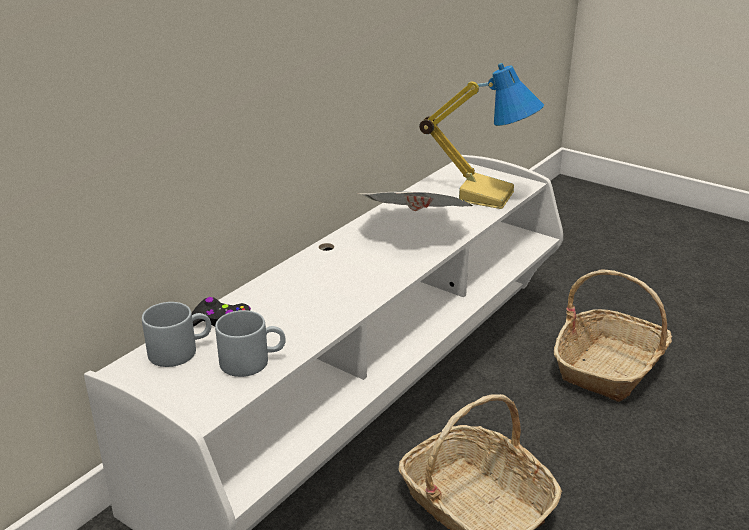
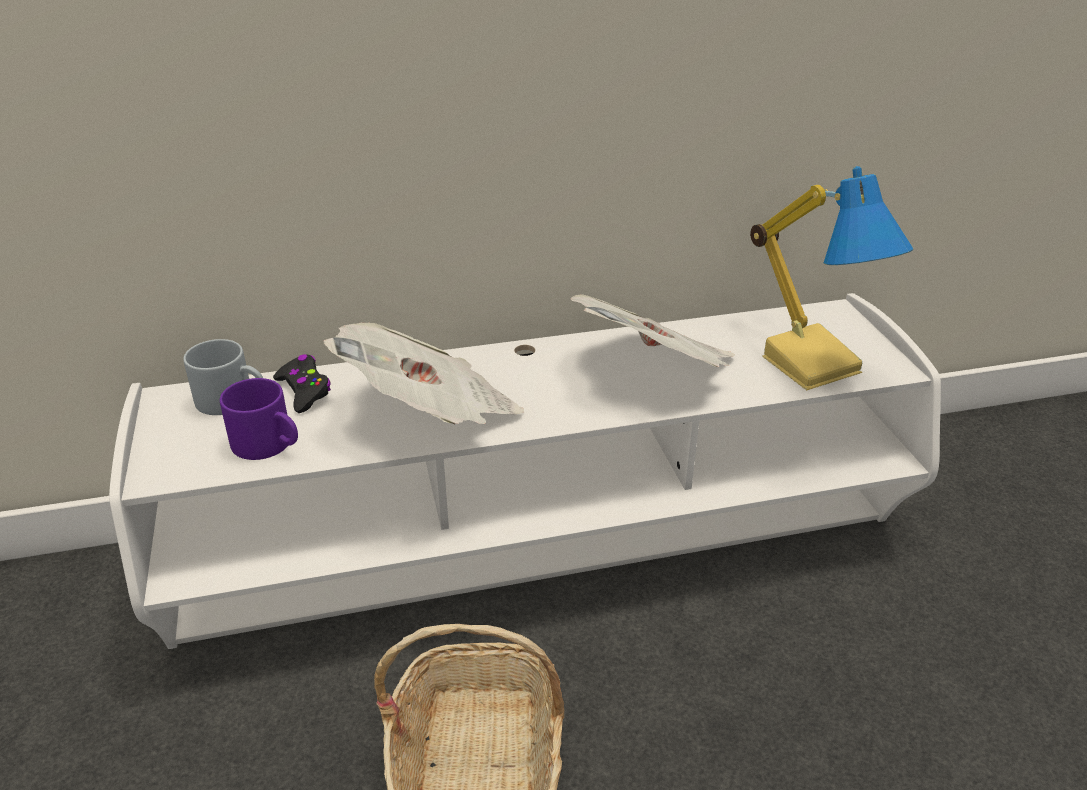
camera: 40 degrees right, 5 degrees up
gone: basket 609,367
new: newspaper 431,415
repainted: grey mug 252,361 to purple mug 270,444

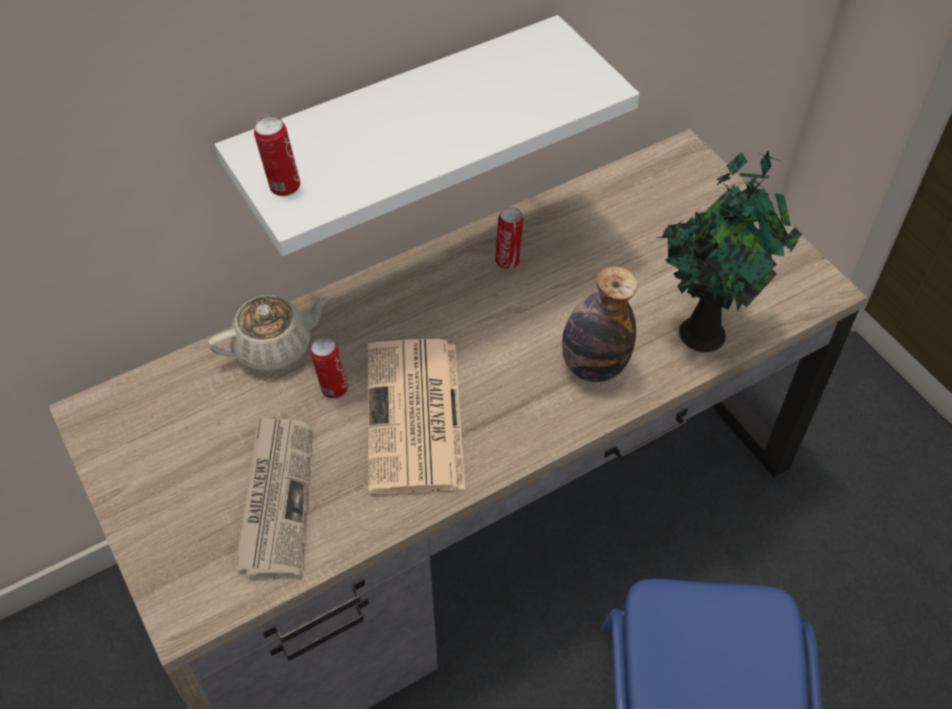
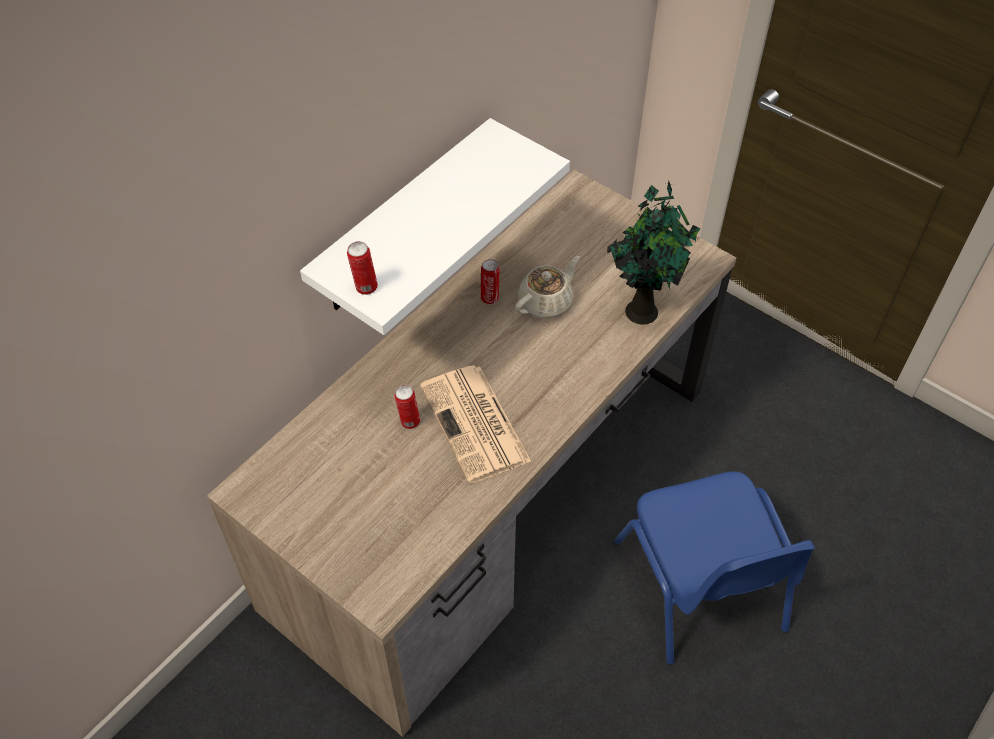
camera: 20 degrees left, 0 degrees up
gone: newspaper 275,498; bottle 593,366
shifted: beige teapot 275,348 to 546,302

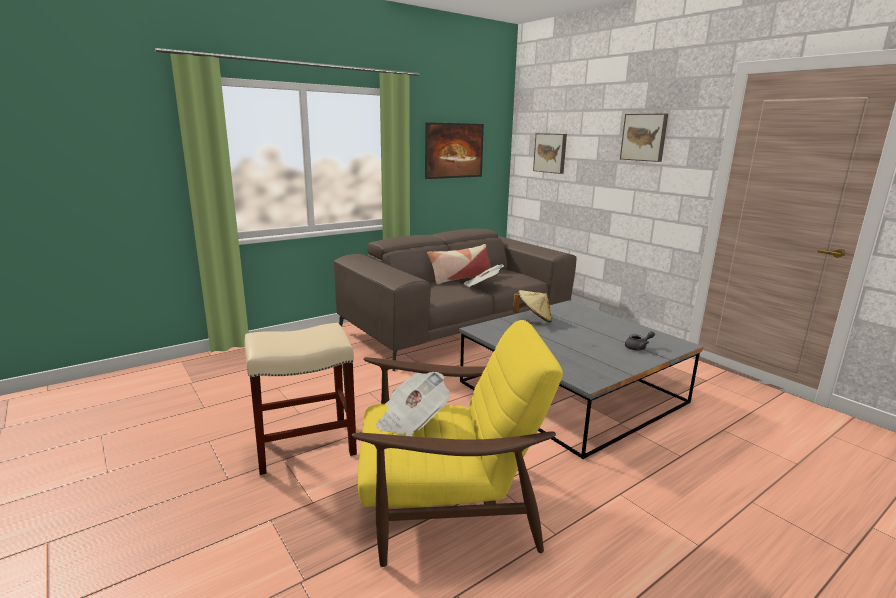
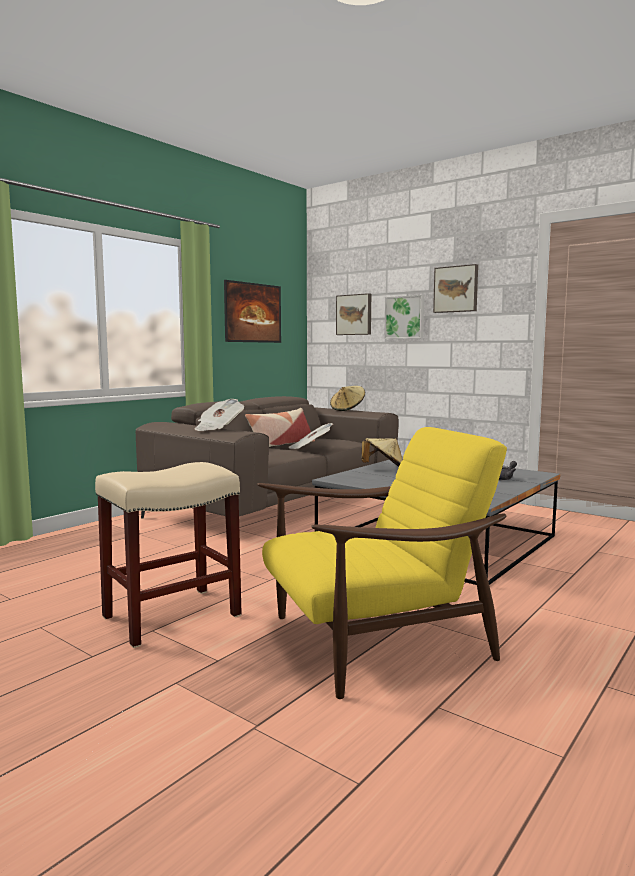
camera: 15 degrees left, 10 degrees down
new: beige hat 347,409; picture 405,317
shifted: newspaper 412,420 to 218,428

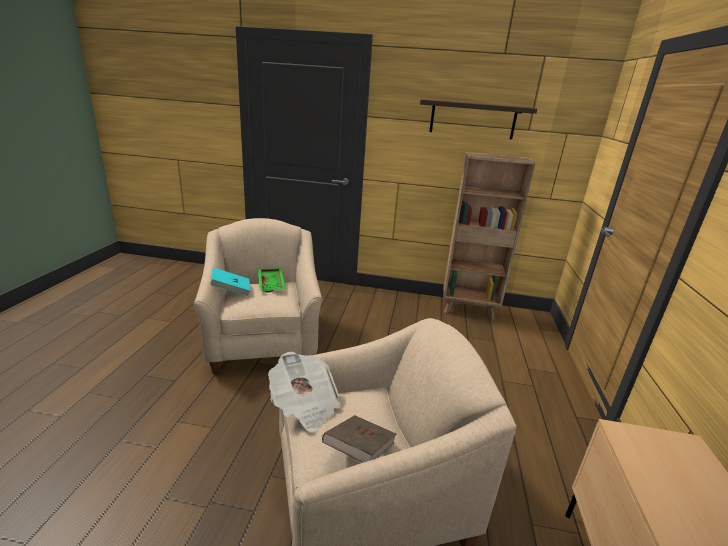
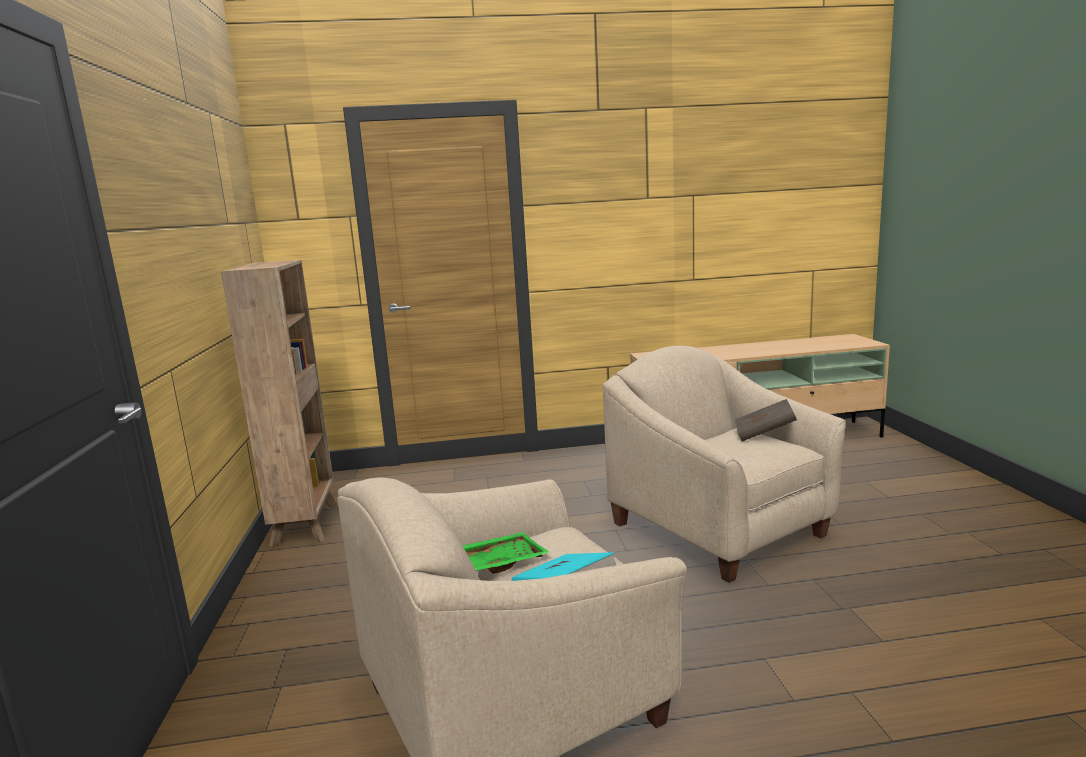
camera: 105 degrees left, 10 degrees down
gone: newspaper 304,405; shelf 472,119

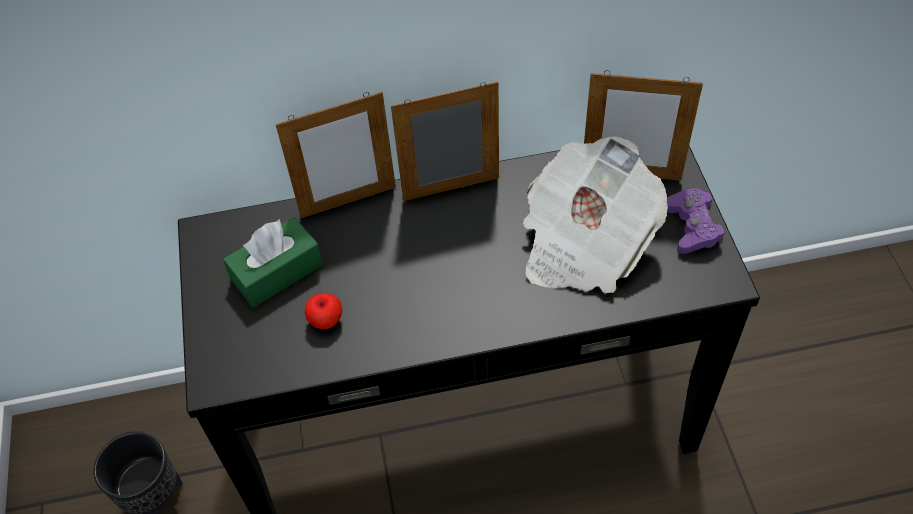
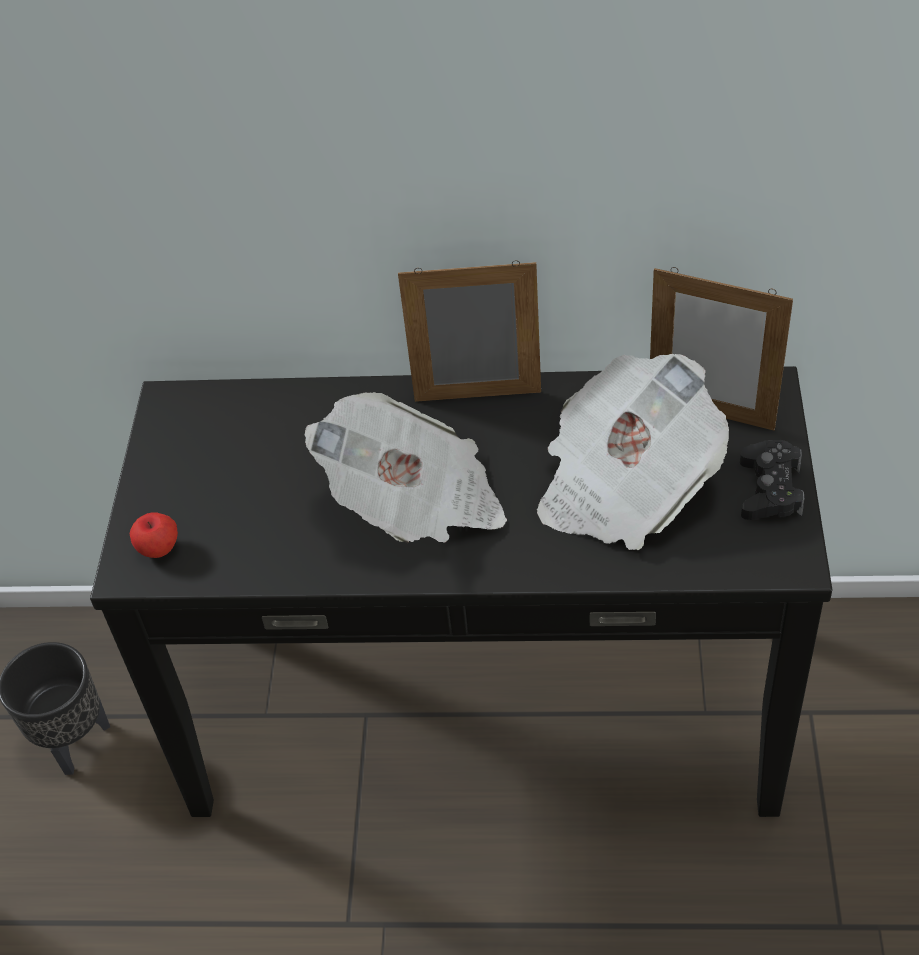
camera: 15 degrees right, 5 degrees down
gone: green tissue box 277,272; picture frame 348,202
new: newspaper 415,503
shifted: apple 326,320 to 159,548
repainted: purple game controller 692,227 to black game controller 770,489

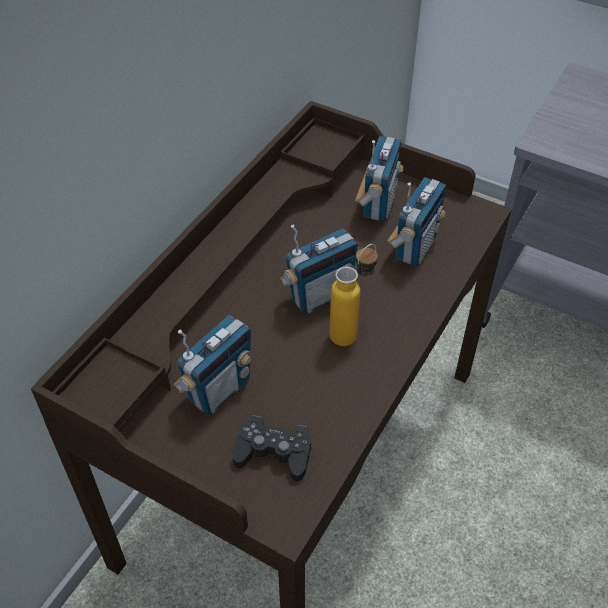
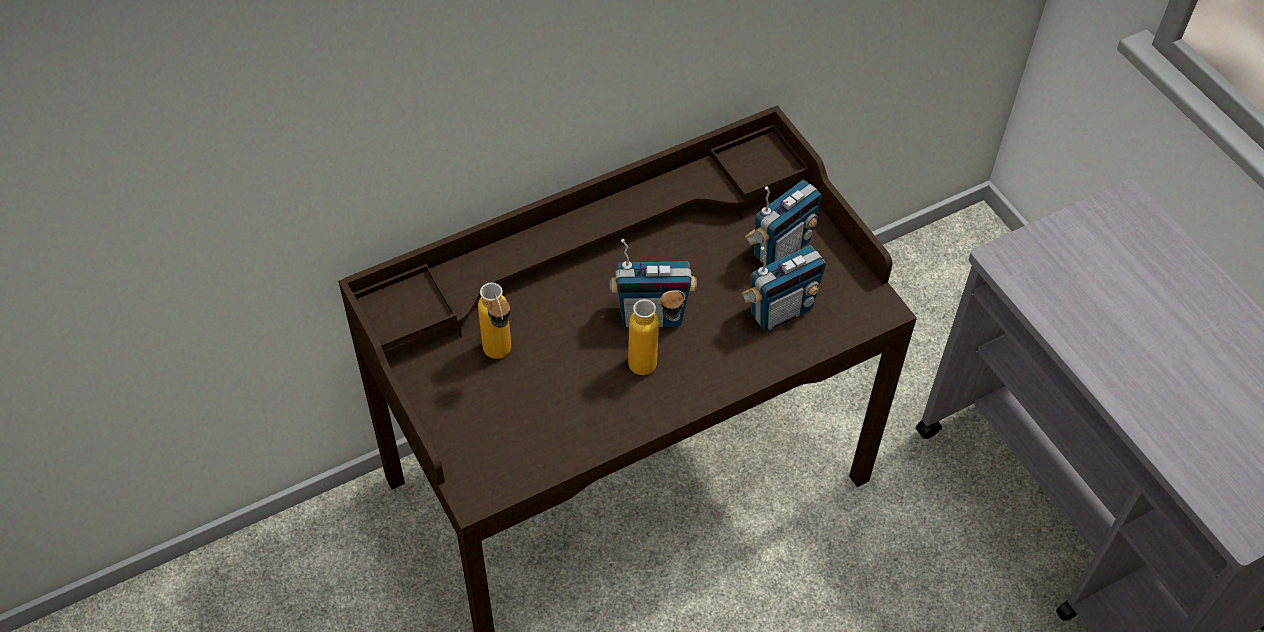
camera: 30 degrees right, 5 degrees up
gone: black game controller 273,453
swapped: radio 219,390 to bottle 500,358

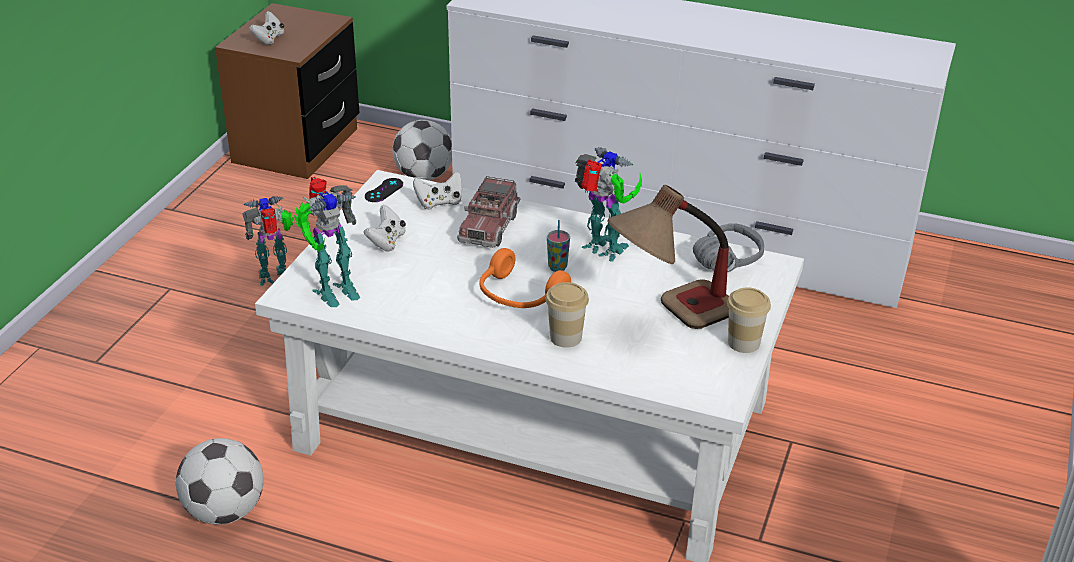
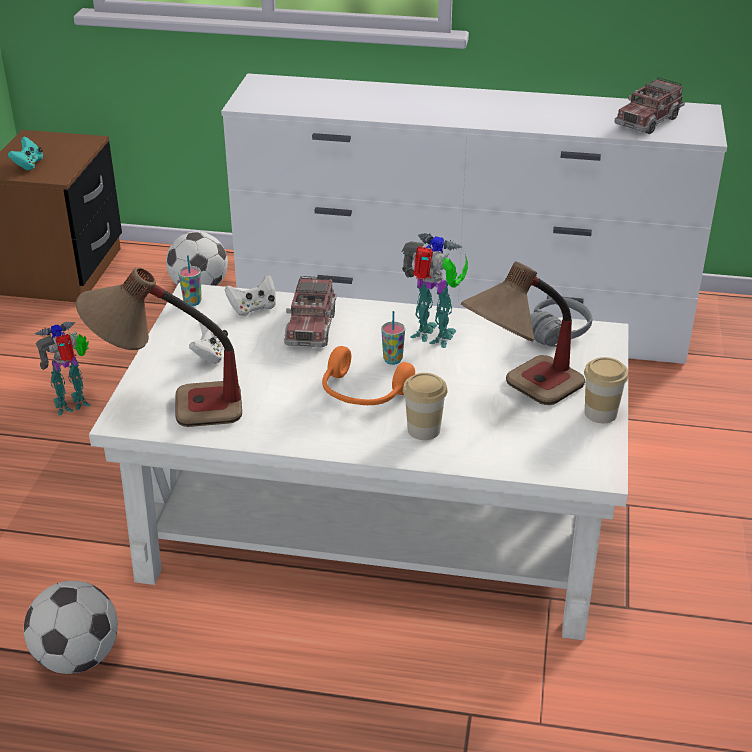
camera: 10 degrees left, 0 degrees up
new: toy truck 648,120
swapped: toy robot 333,290 to table lamp 169,410; black game controller 384,190 to cup 192,302
repainted: white game controller 269,39 to turquoise game controller 28,165

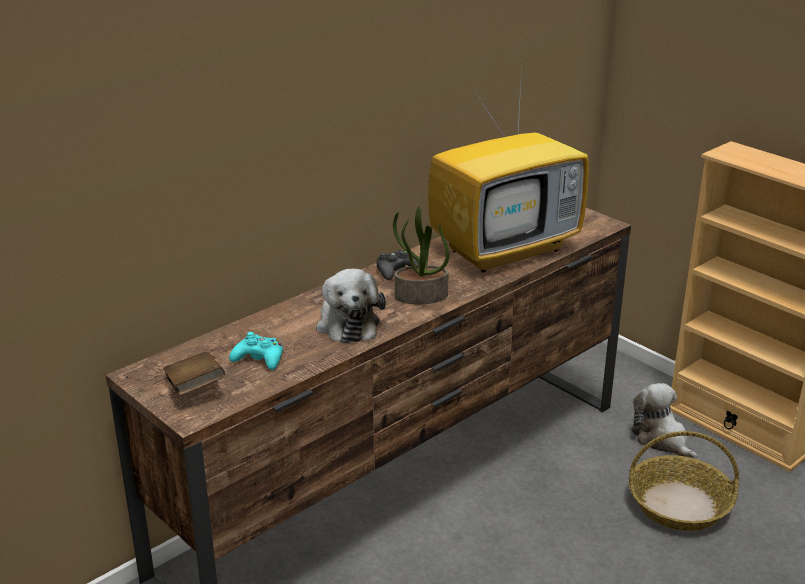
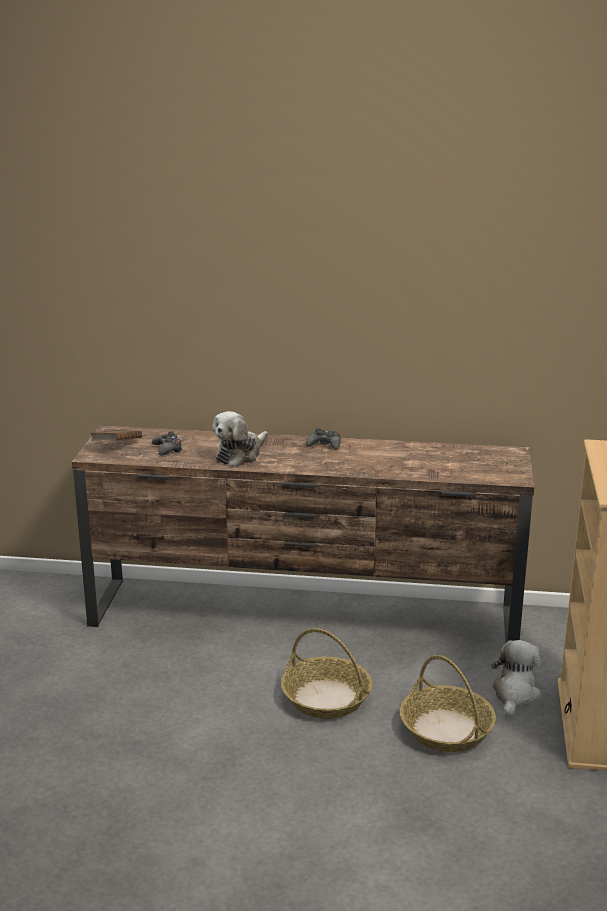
camera: 50 degrees right, 5 degrees down
gone: potted plant 420,296; television 506,249
new: basket 327,698
repainted: turquoise game controller 259,359 to black game controller 167,449

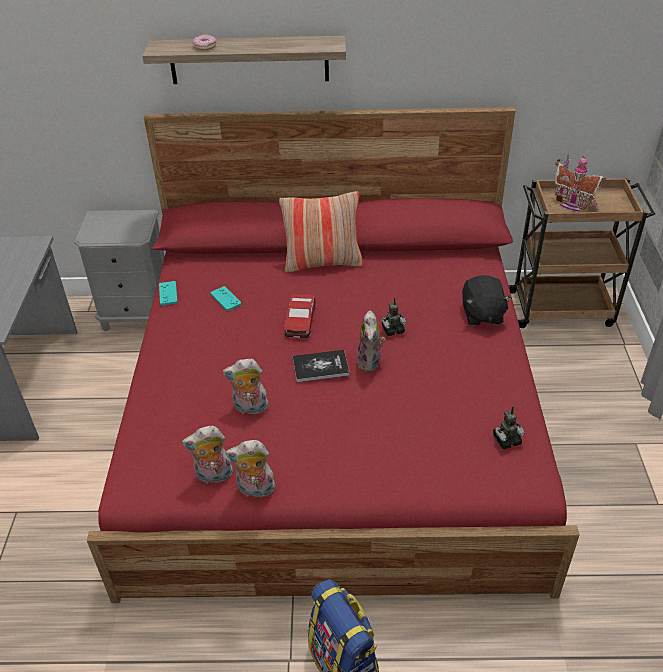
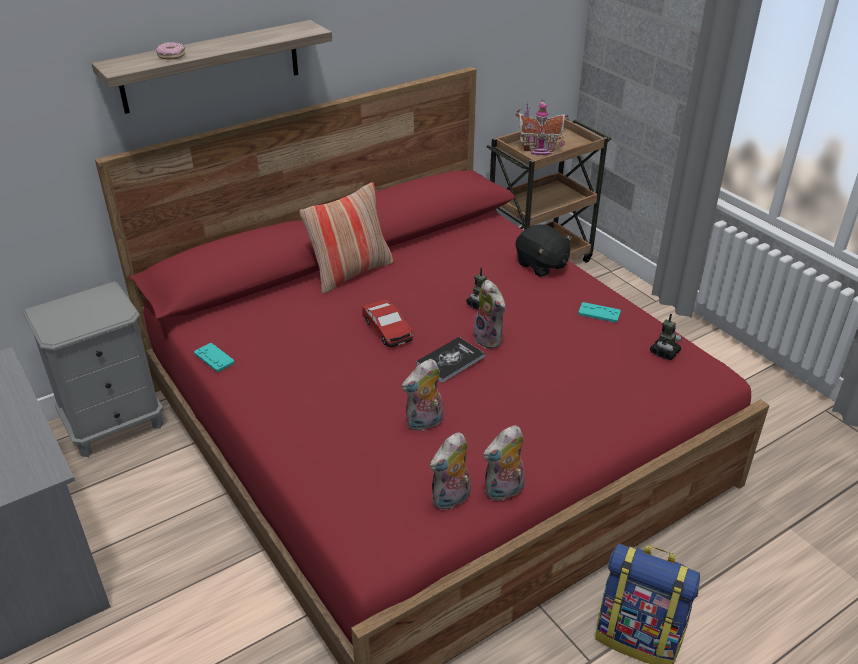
camera: 35 degrees left, 5 degrees down
shifted: turquoise game controller 226,299 to 599,313

